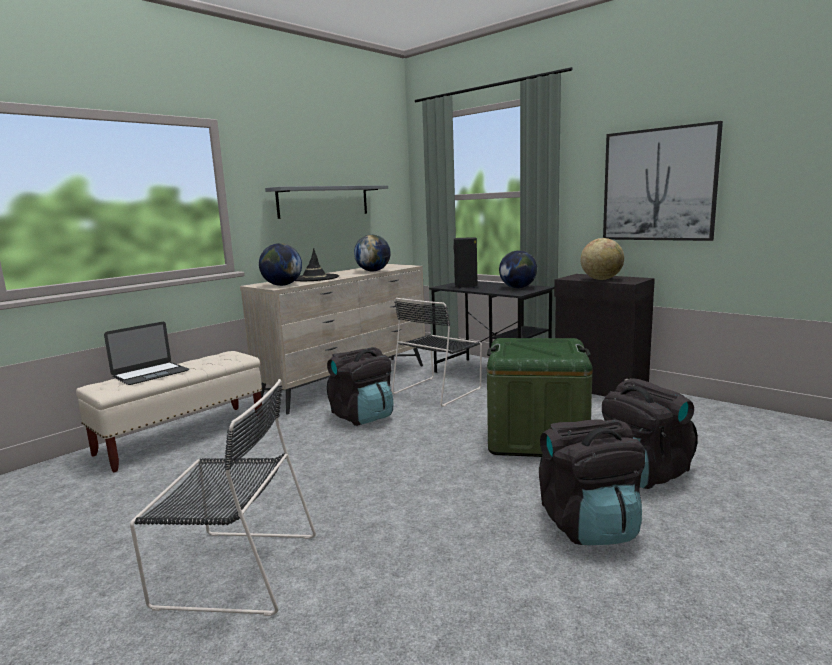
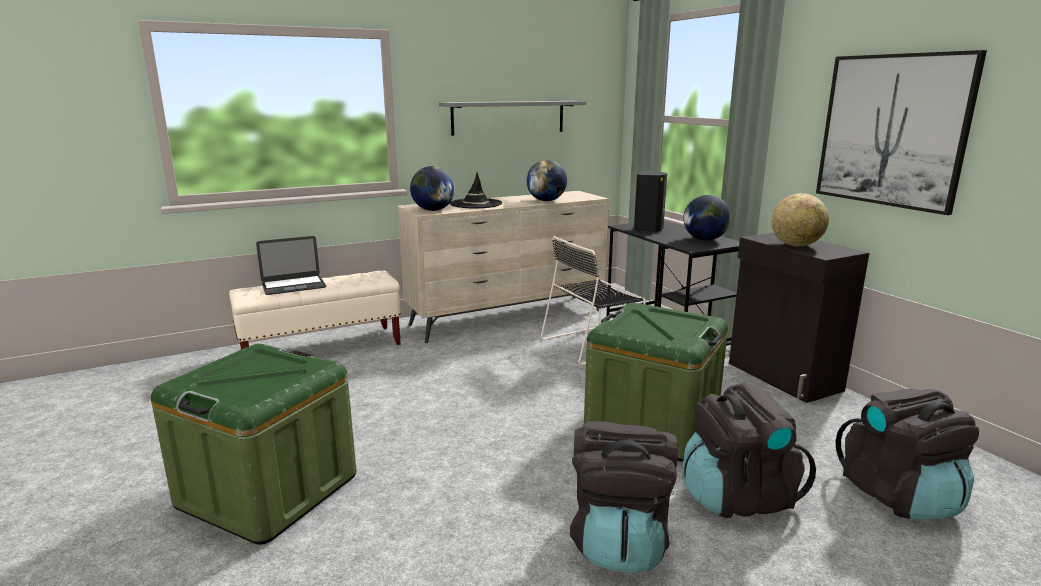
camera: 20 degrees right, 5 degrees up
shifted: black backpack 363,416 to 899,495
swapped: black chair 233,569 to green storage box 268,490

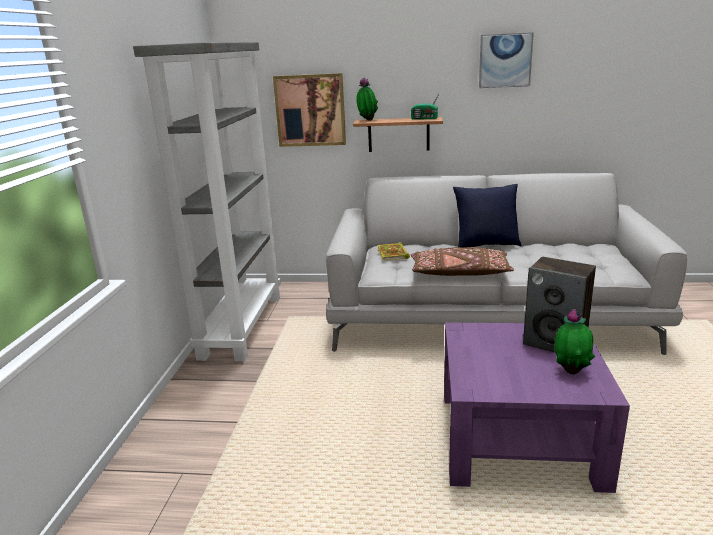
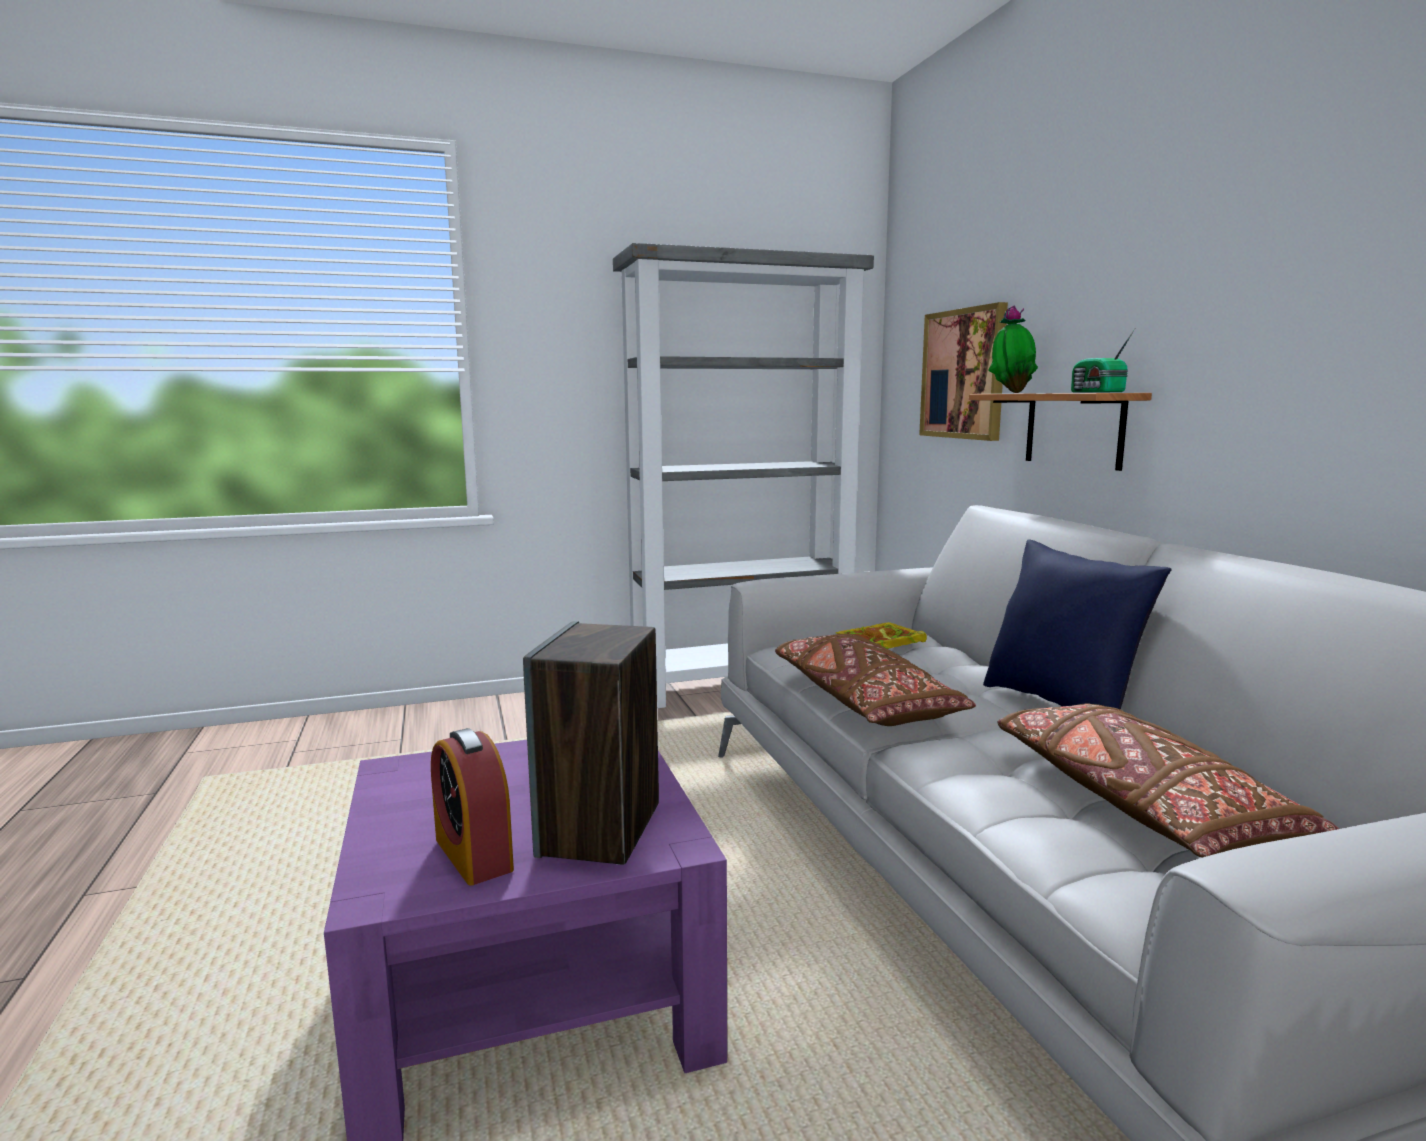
camera: 65 degrees right, 10 degrees down
gone: picture 505,60
new: brown pillow 1137,802
swapped: potted plant 571,371 to alarm clock 473,854

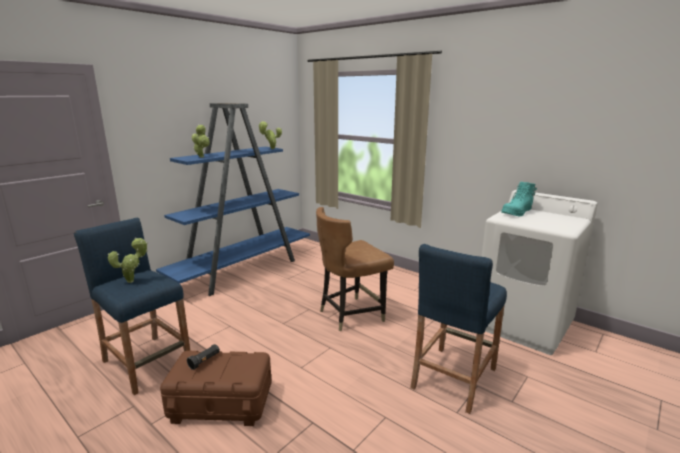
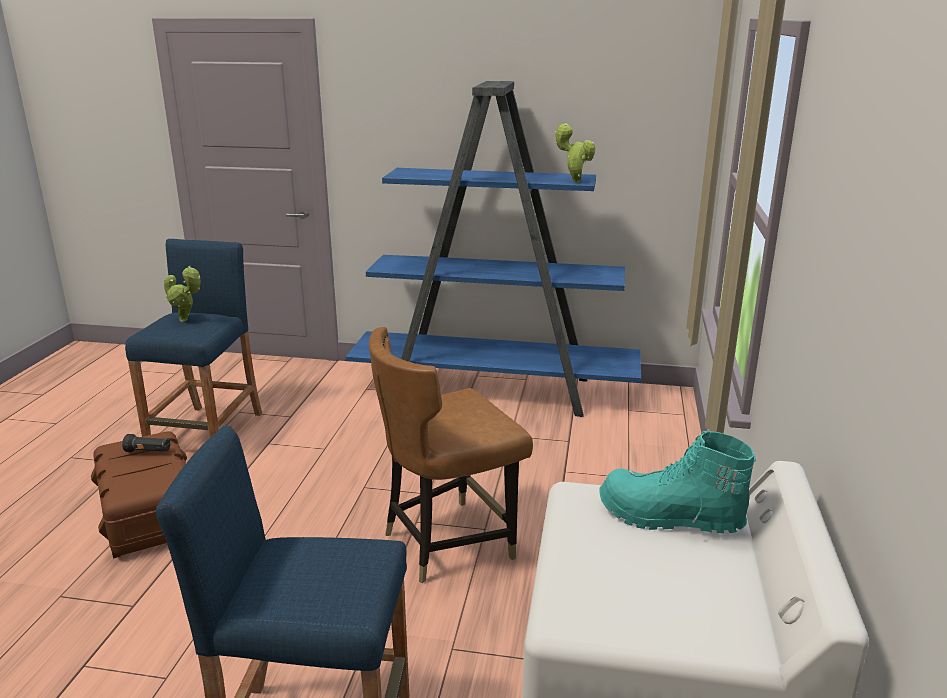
camera: 60 degrees right, 5 degrees up
gone: potted plant 202,156
rotated: brown chair 350,314 = 447,542 60 degrees counterclockwise

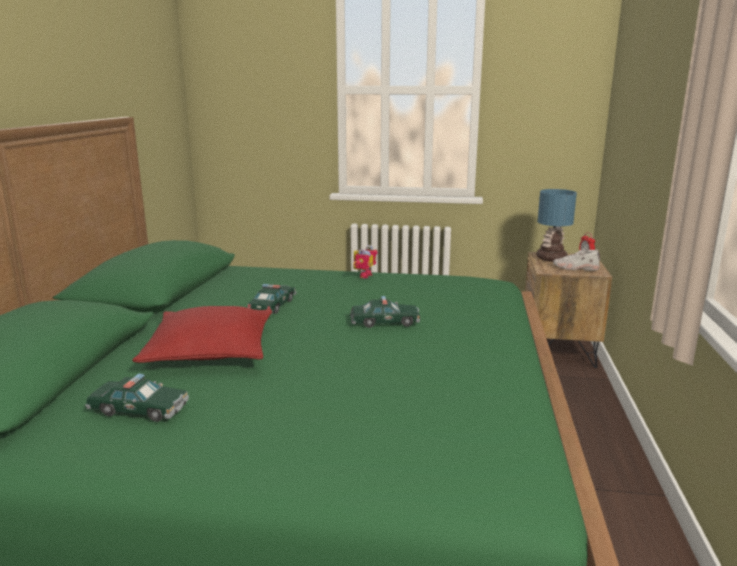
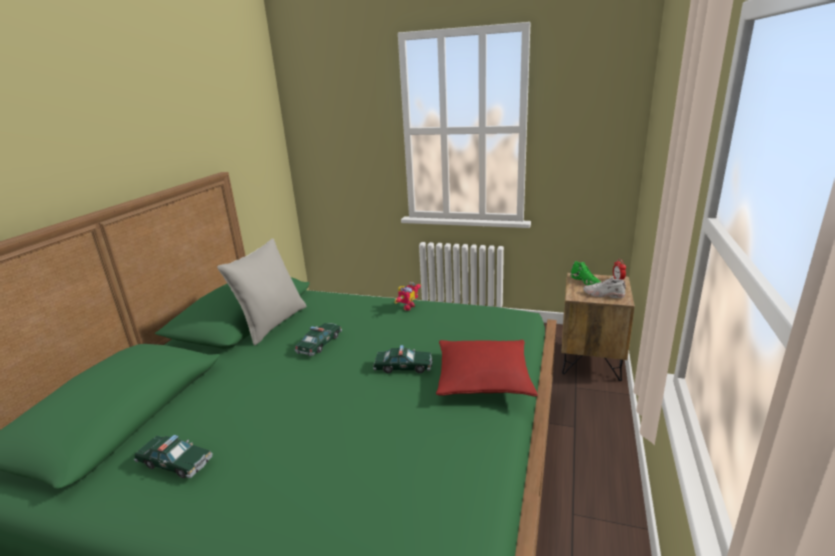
camera: 10 degrees right, 5 degrees up
new: grey pillow 272,323
shifted: red pillow 210,350 to 483,378
swapped: table lamp 551,258 to green shoe 585,281

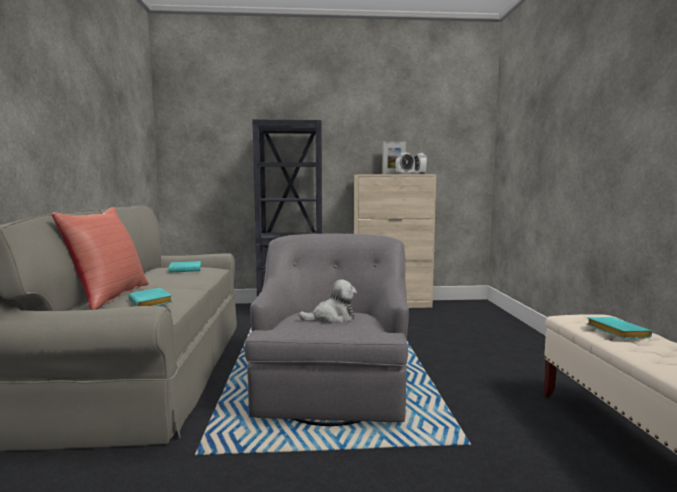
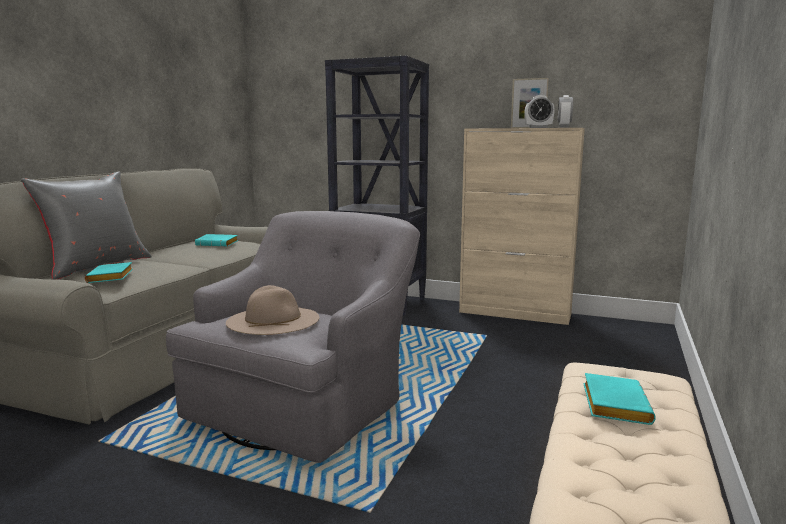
camera: 25 degrees right, 5 degrees up
swapped: plush toy 332,318 to beige hat 273,320
repainted: red pillow 109,296 to grey pillow 96,266

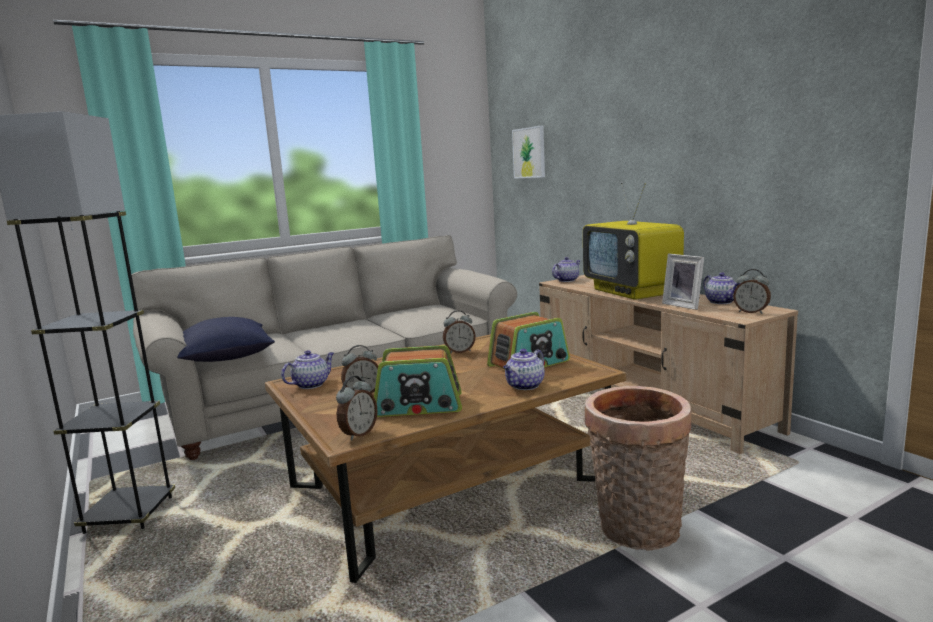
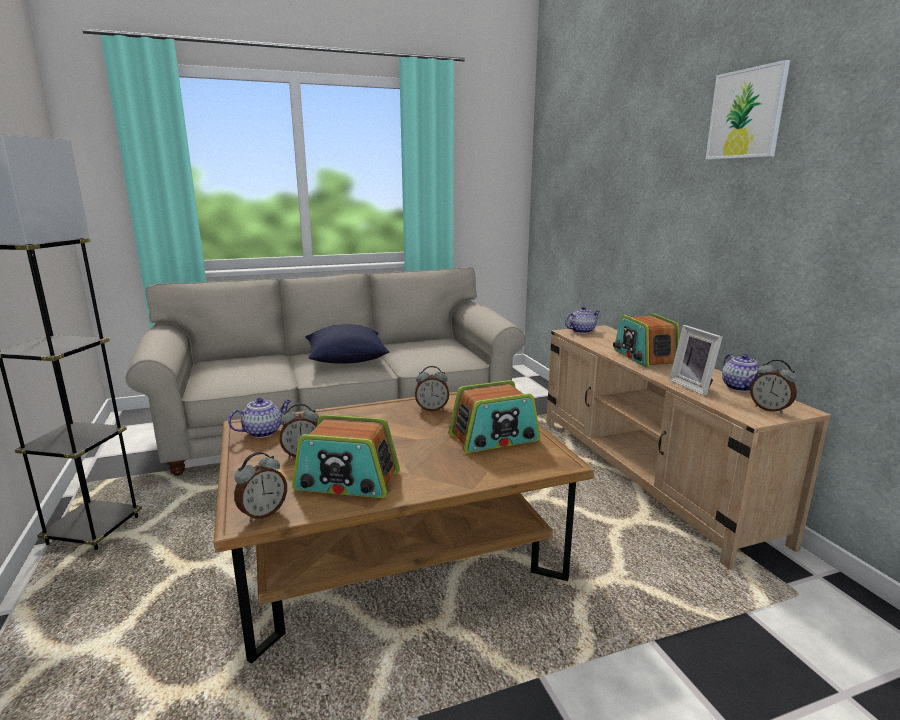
camera: 10 degrees right, 5 degrees up
gone: teapot 525,386; basket 636,531
shifted: blue pillow 225,358 to 346,360; picture 529,153 to 746,114
swapped: television 632,292 to radio 644,357

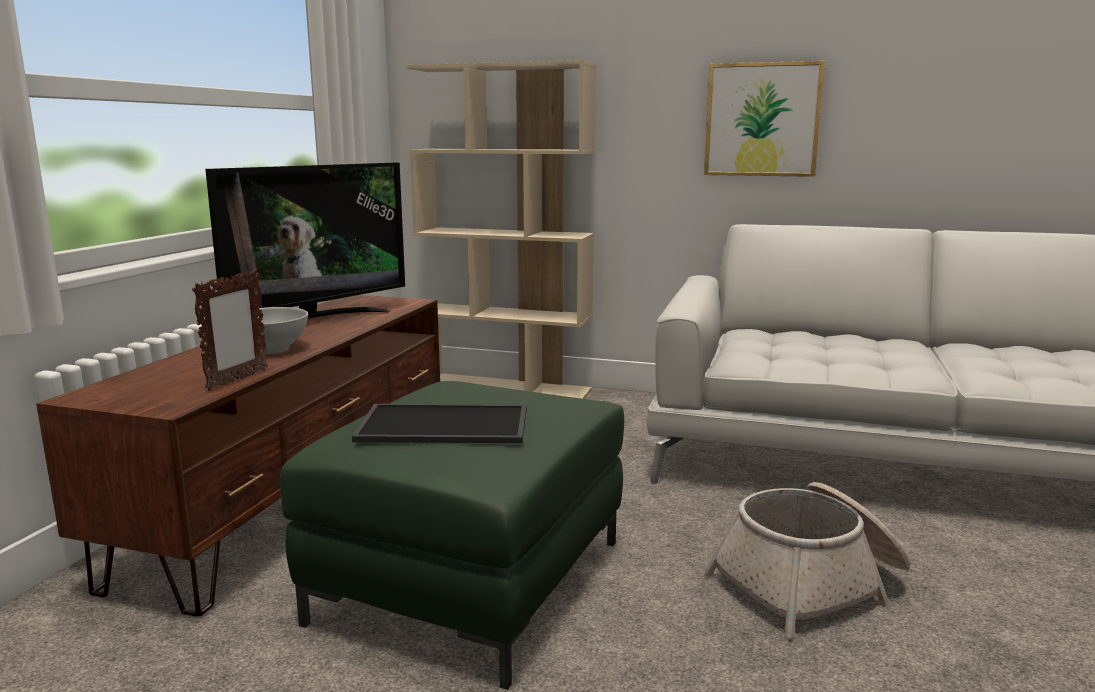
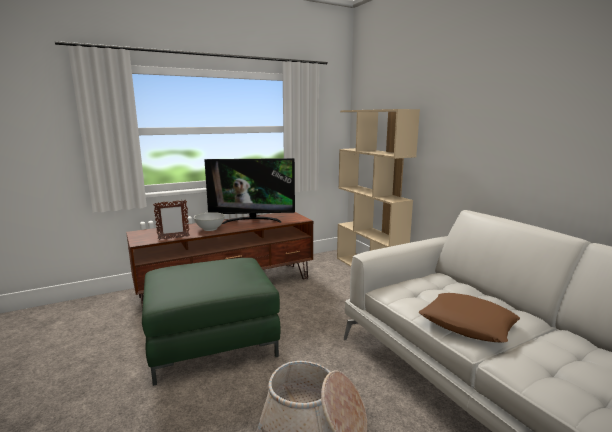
camera: 45 degrees right, 0 degrees up
gone: tray 441,426; picture 762,120
new: brown pillow 467,323

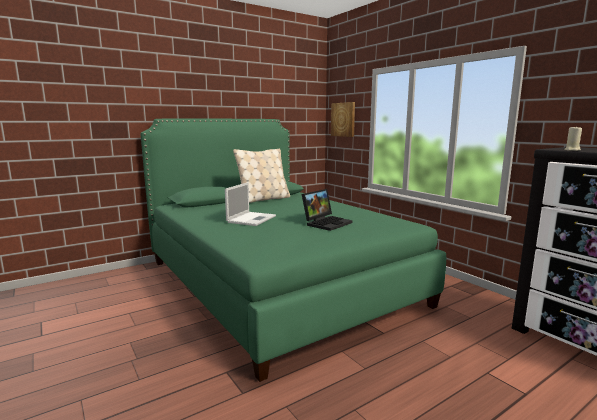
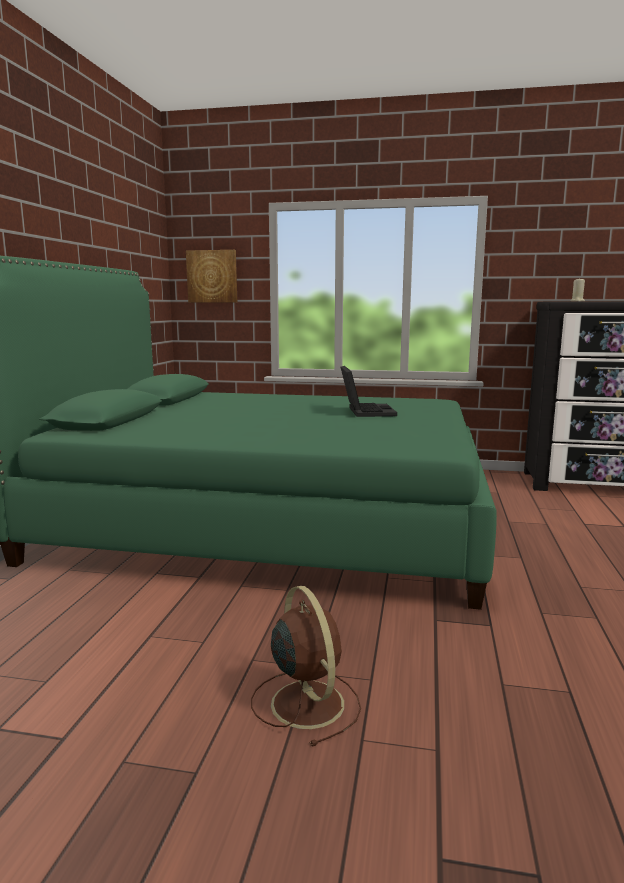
camera: 45 degrees left, 0 degrees up
gone: laptop 252,219; beige pillow 263,199
new: brown fan 306,702

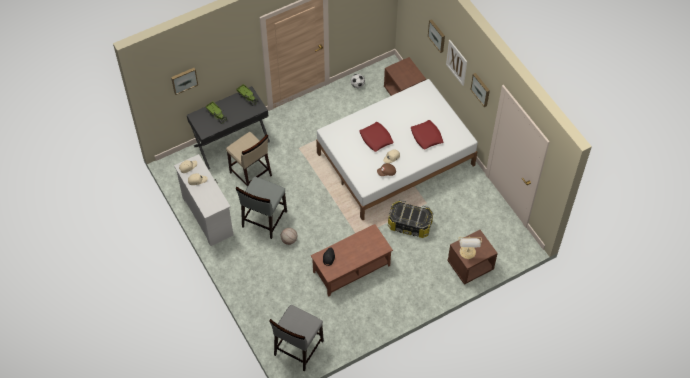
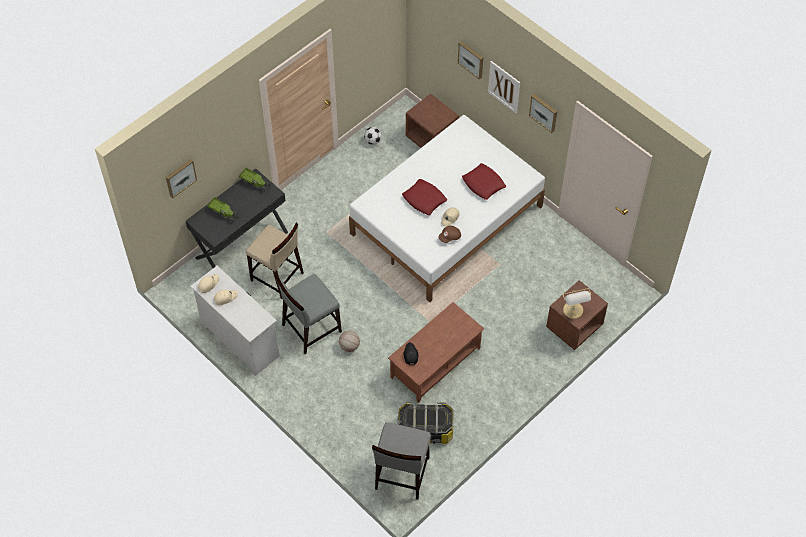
camera: 15 degrees left, 0 degrees up
shifted: storage box 409,225 to 425,430
rotated: grey chair 264,219 = 310,328 45 degrees clockwise

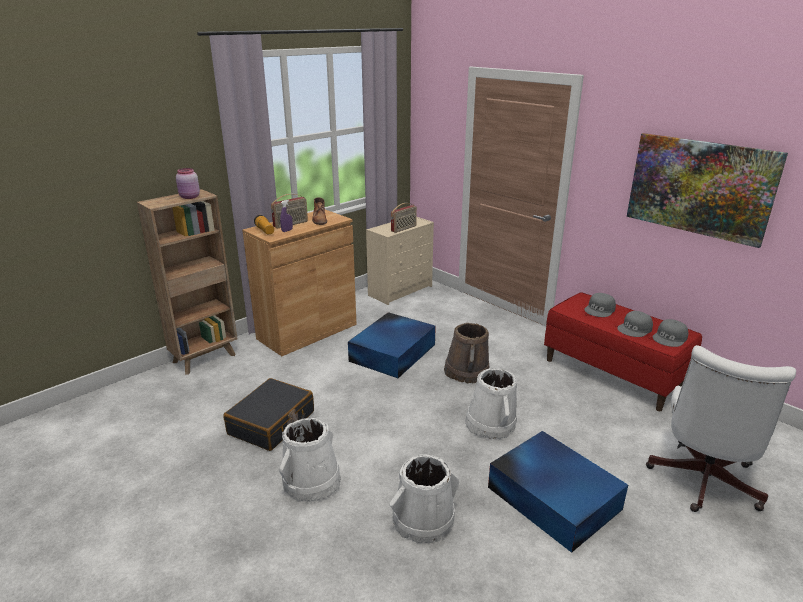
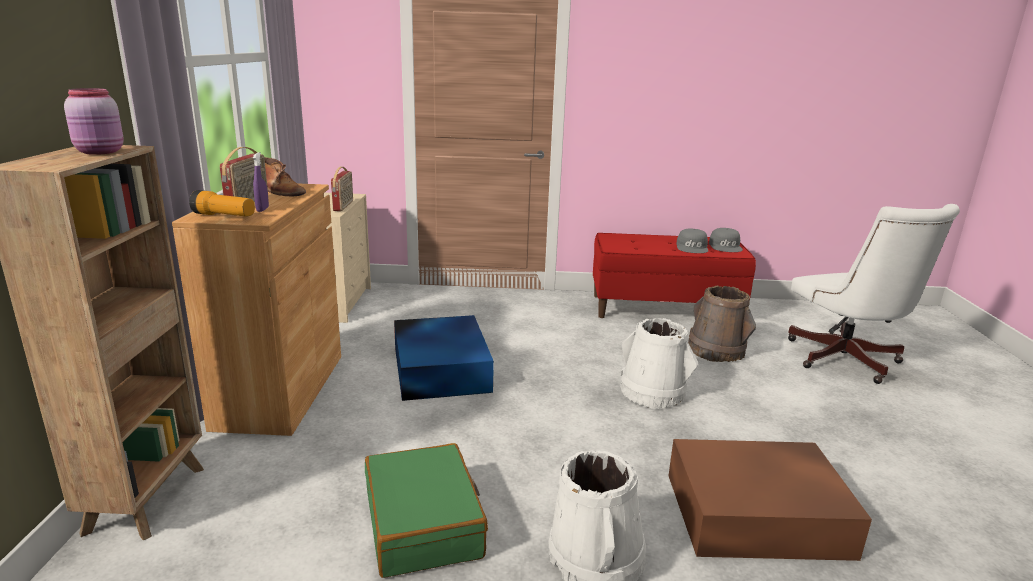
camera: 45 degrees left, 5 degrees down
gone: blue storage box 552,497; grey cap 600,310; picture 699,187
shifted: brown bucket 466,371 to 716,350
swapped: white bucket 423,520 to brown storage box 759,515
repainted: black suitcase 272,423 to green suitcase 424,523

